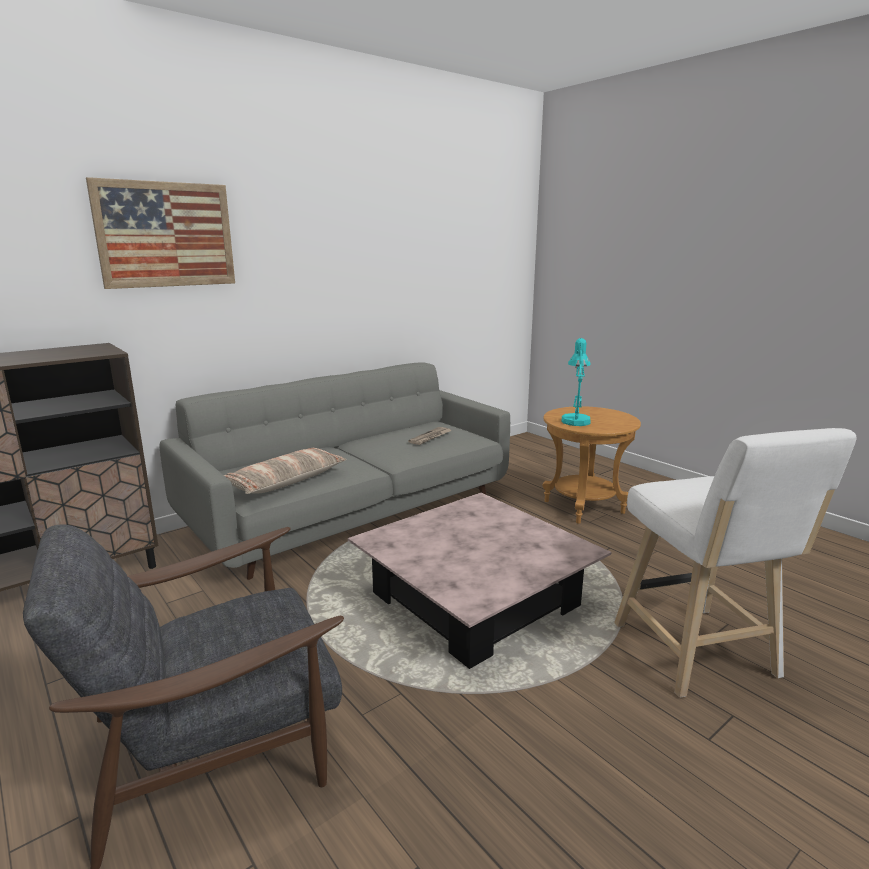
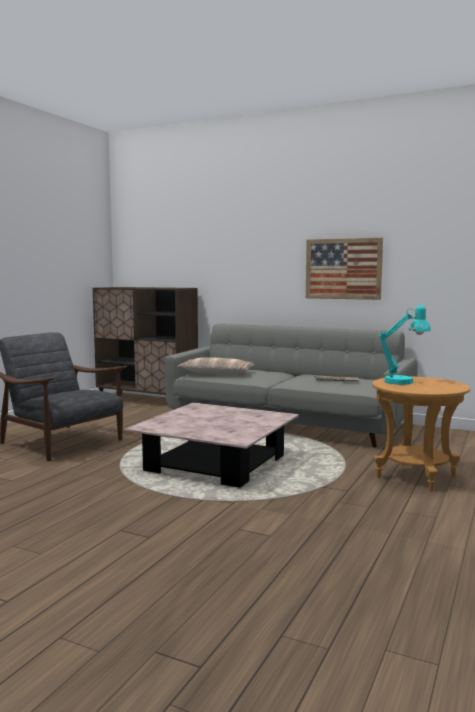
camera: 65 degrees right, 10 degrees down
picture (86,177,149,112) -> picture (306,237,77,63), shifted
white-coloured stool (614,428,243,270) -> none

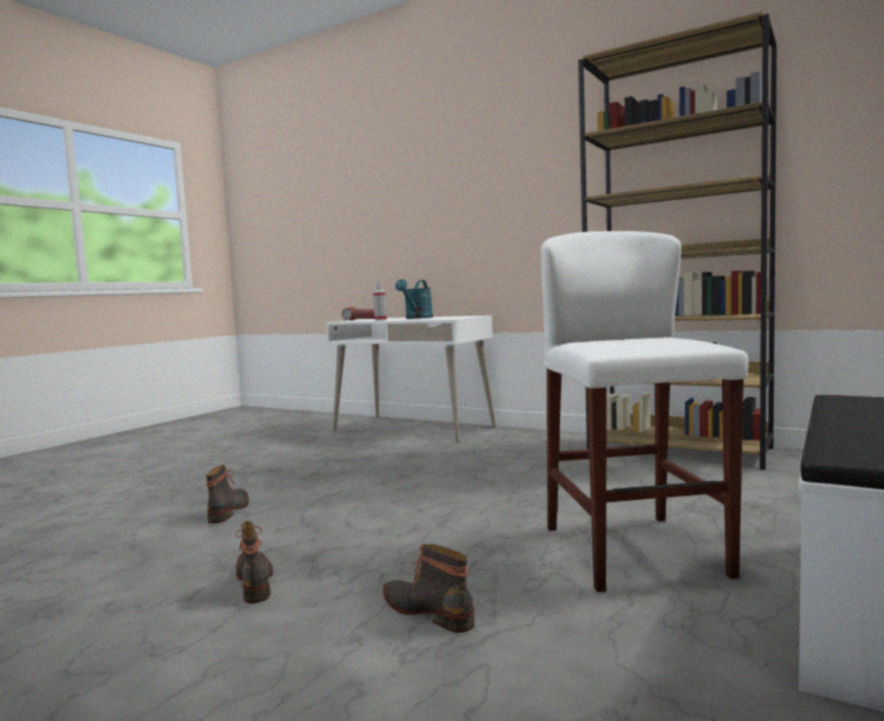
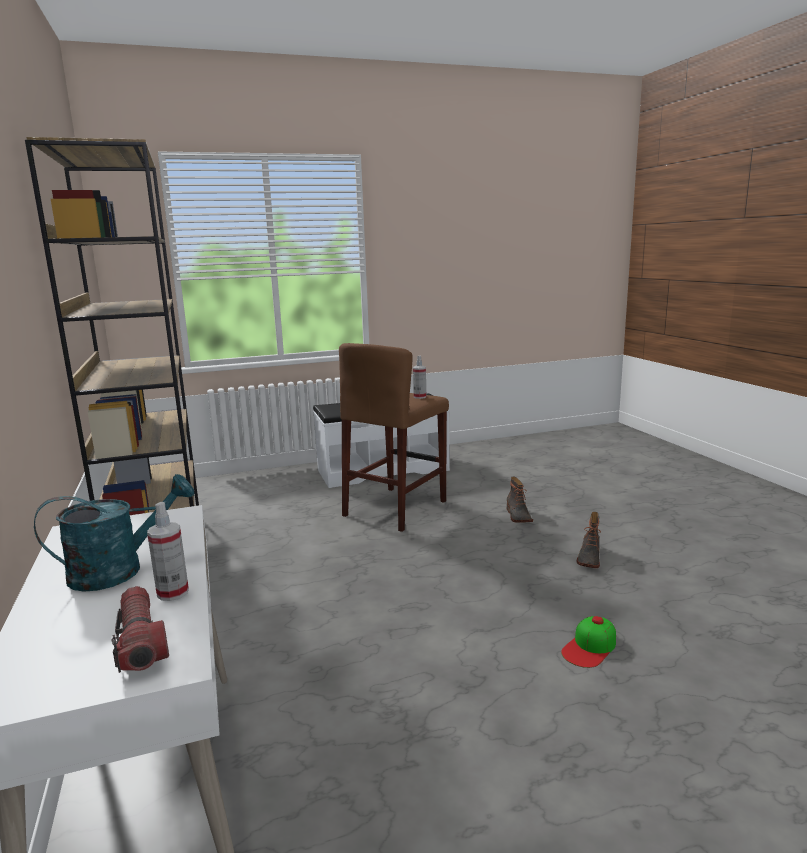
camera: 140 degrees left, 10 degrees up
white-coloured stool (541,231,208,361) -> brownish stool (339,343,110,189)
high-top boot (206,465,43,58) -> cap (561,616,55,52)
none -> sprayer (413,355,13,44)

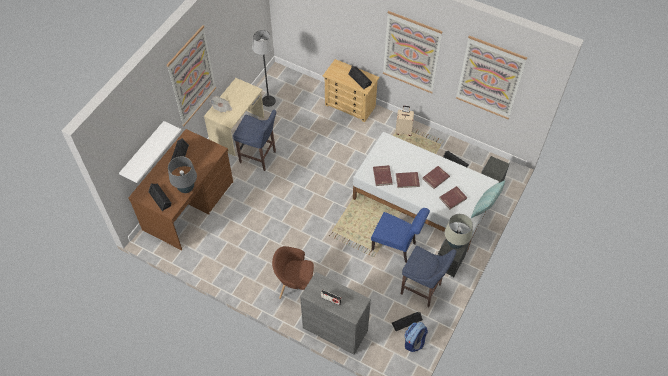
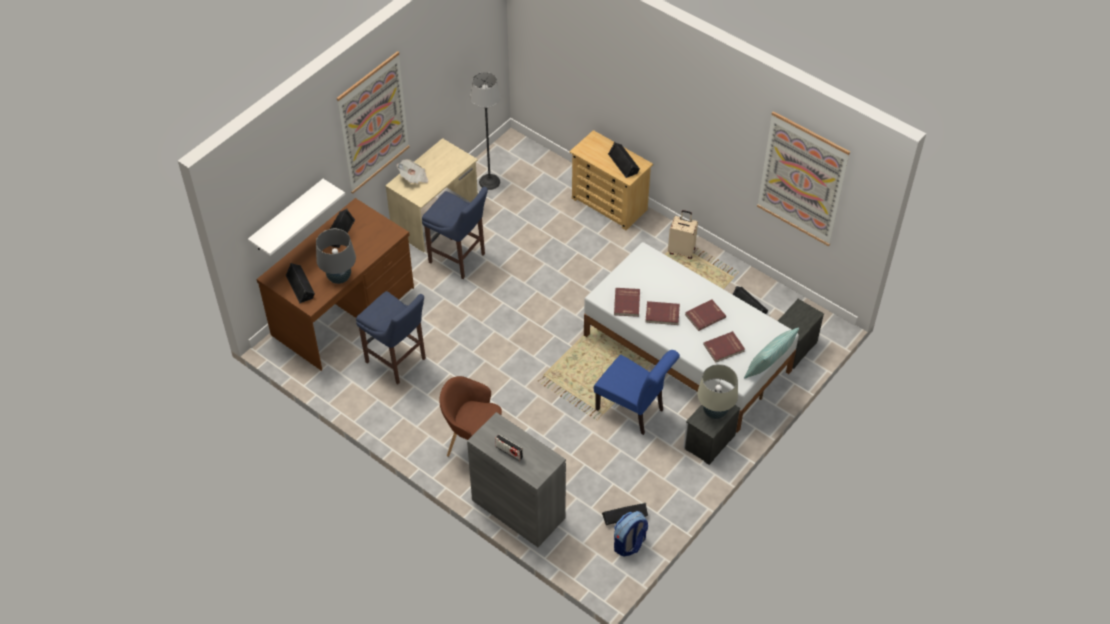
camera: 10 degrees right, 5 degrees down
picture (383,11,60,83) -> none
blue stool (401,246,56,61) -> blue stool (356,291,70,93), shifted

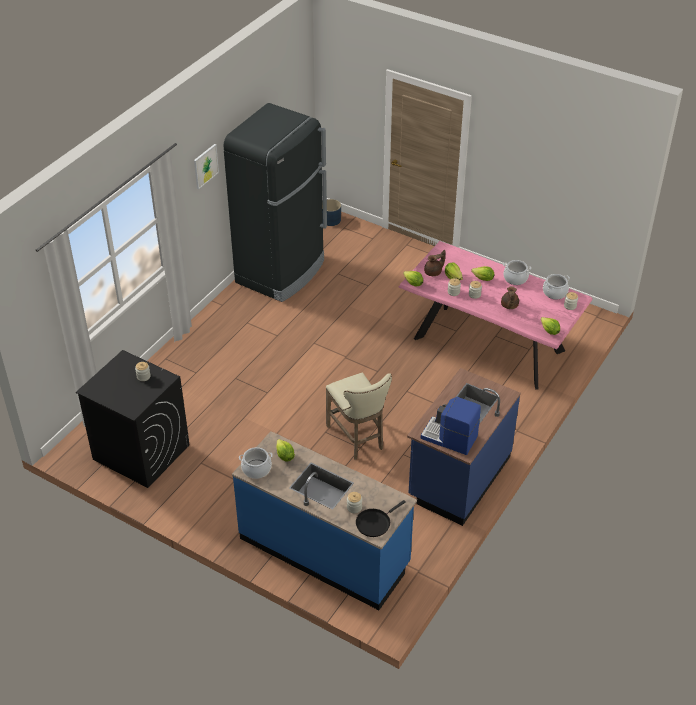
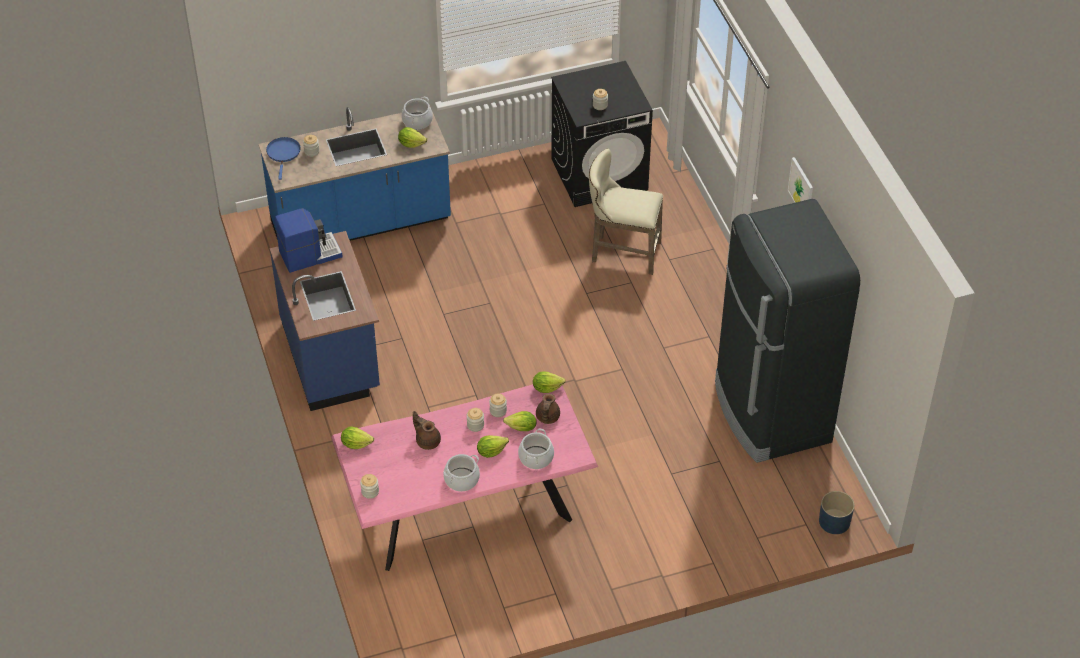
camera: 130 degrees right, 5 degrees up
cooking pot (543,274,27,26) -> cooking pot (518,429,36,40), shifted
beige stool (326,373,66,87) -> beige stool (589,148,74,127), shifted
blackish skillet (356,500,50,37) -> blue skillet (266,137,35,43)

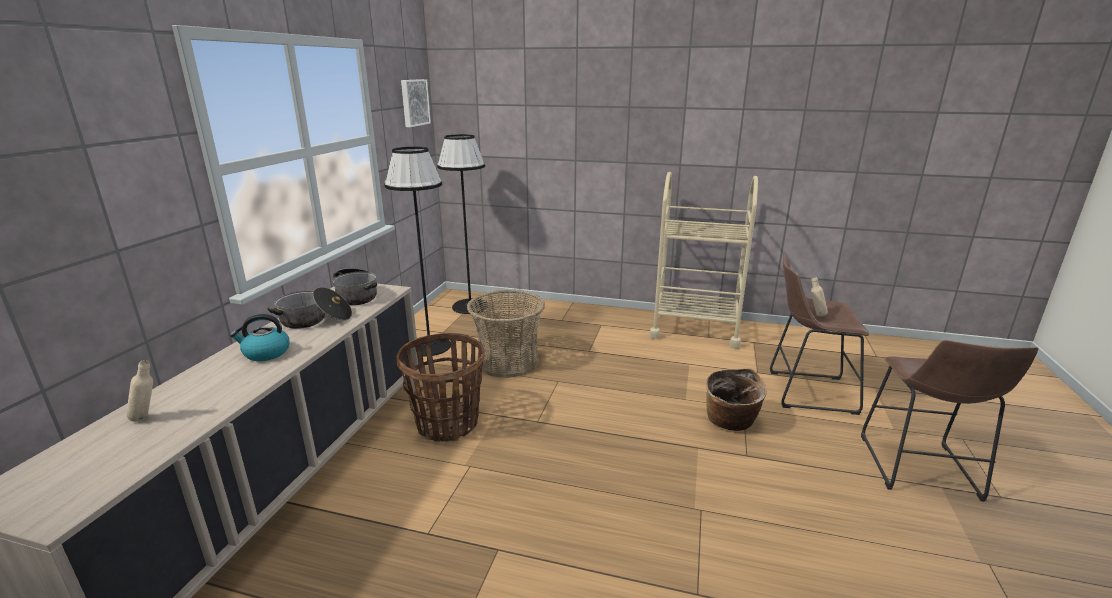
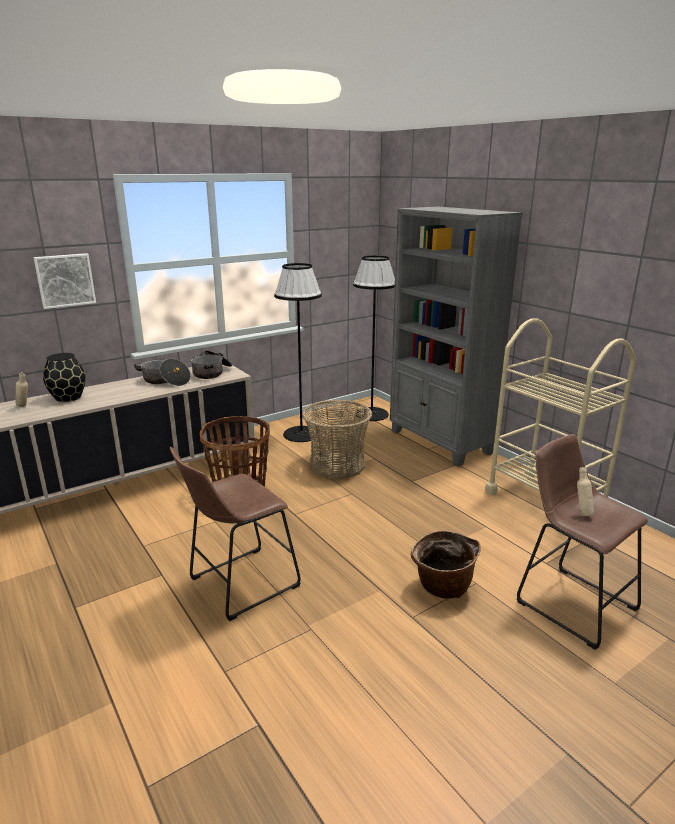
camera: 40 degrees right, 0 degrees up
picture (401,79,30,48) -> picture (33,253,63,56), shifted
tea kettle (230,314,59,47) -> none
brownish stool (861,340,177,162) -> brownish stool (170,447,131,174), shifted
none -> grey bookshelf (390,207,132,260)
none -> blackish vase (43,353,43,49)

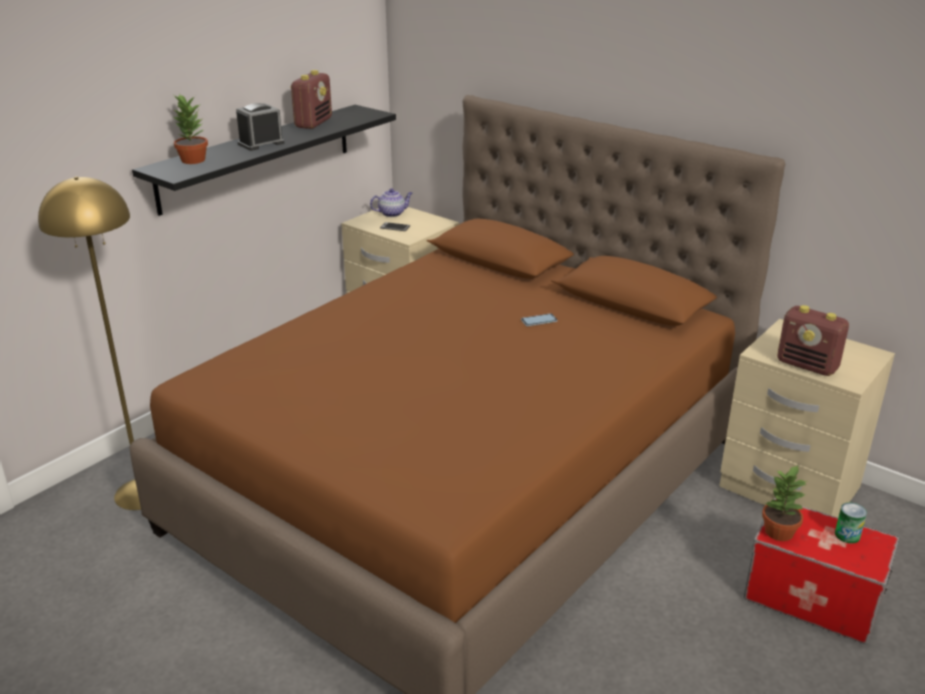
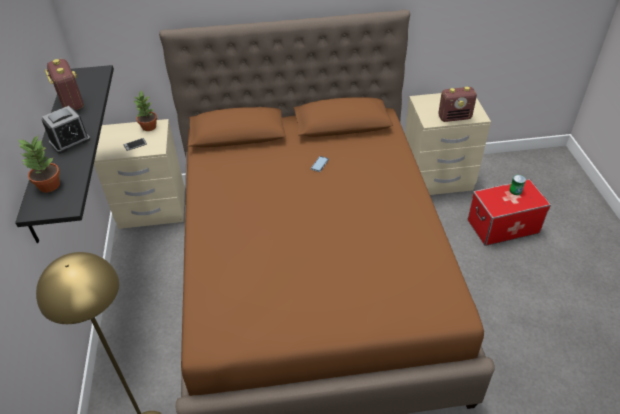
camera: 45 degrees left, 15 degrees up
alarm clock (236,103,48,48) -> alarm clock (42,106,49,48), 135 degrees counterclockwise
tea pot (370,189,42,28) -> none
potted plant (762,465,45,76) -> potted plant (134,90,23,41), shifted

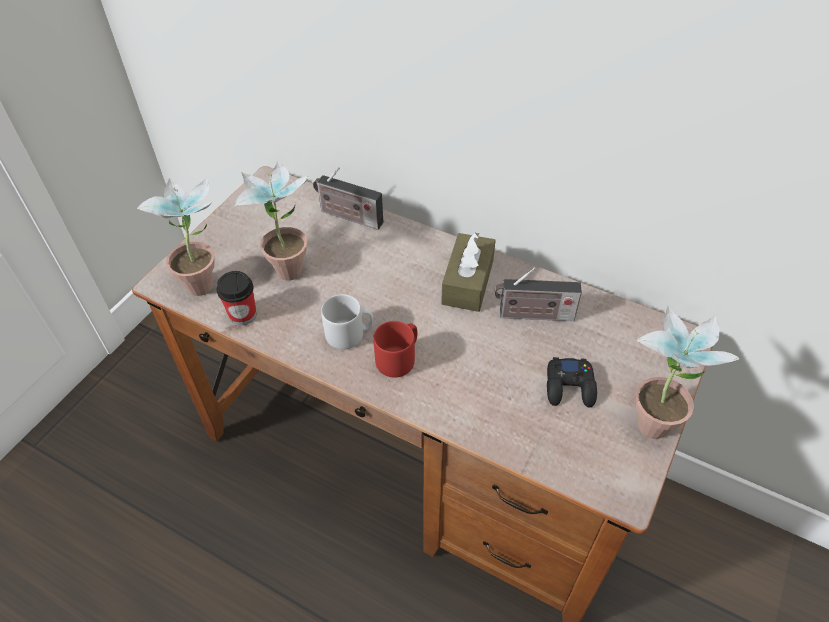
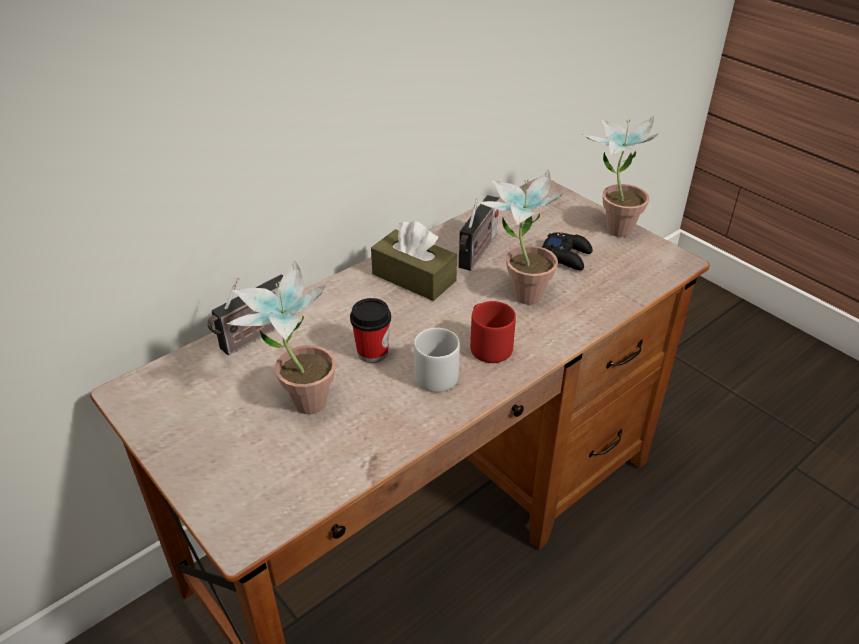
camera: 70 degrees left, 10 degrees down
potted plant (137,178,78,118) -> potted plant (477,170,88,135), shifted
small cup (217,271,39,54) -> small cup (350,298,41,65), shifted

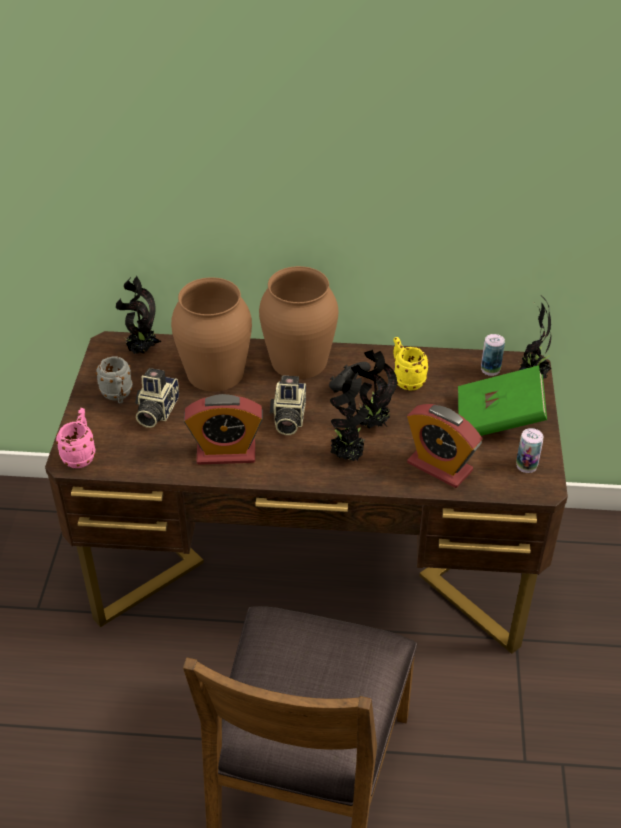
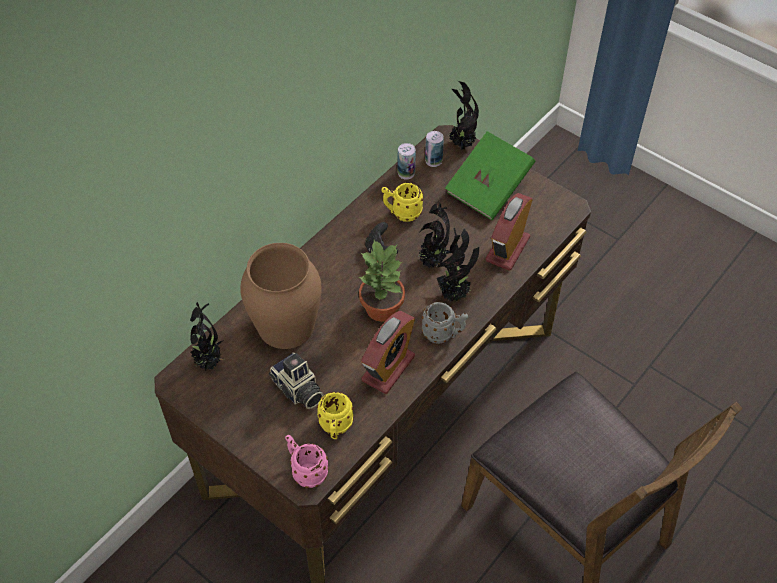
camera: 55 degrees left, 10 degrees up
brownish vase (259,266,79,113) -> none
grey tea mug (96,356,37,47) -> grey tea mug (422,302,46,42), shifted
photo camera (270,375,36,60) -> potted plant (359,240,46,82)
alarm clock (407,404,75,84) -> alarm clock (485,193,48,78), 135 degrees clockwise
sealed can (516,428,27,45) -> sealed can (397,143,19,37), shifted
none -> yellowish tea mug (317,392,37,47)

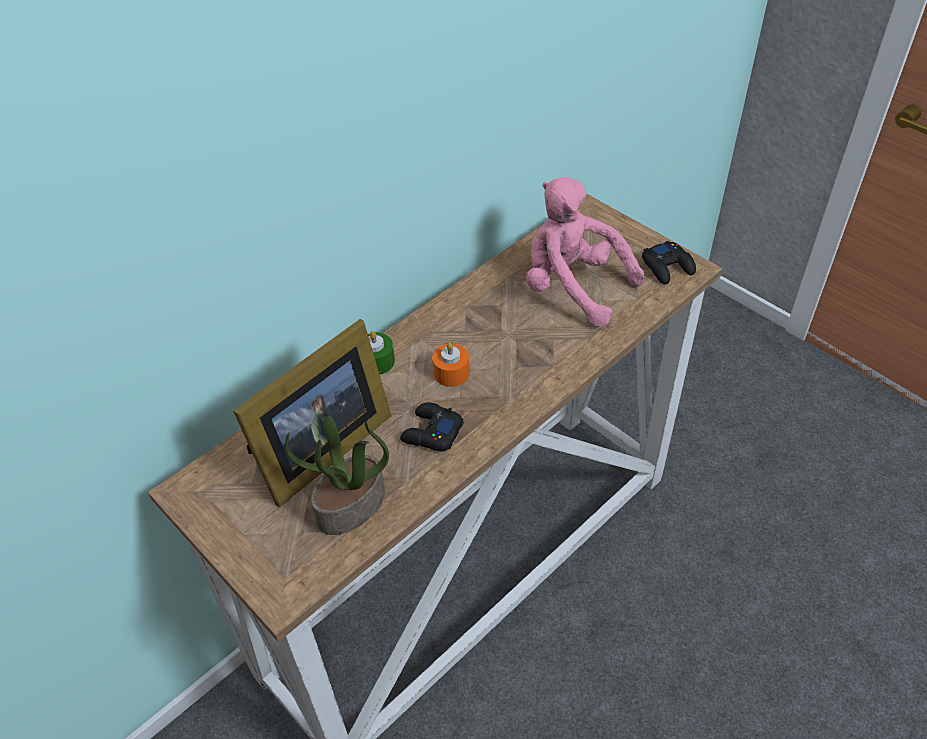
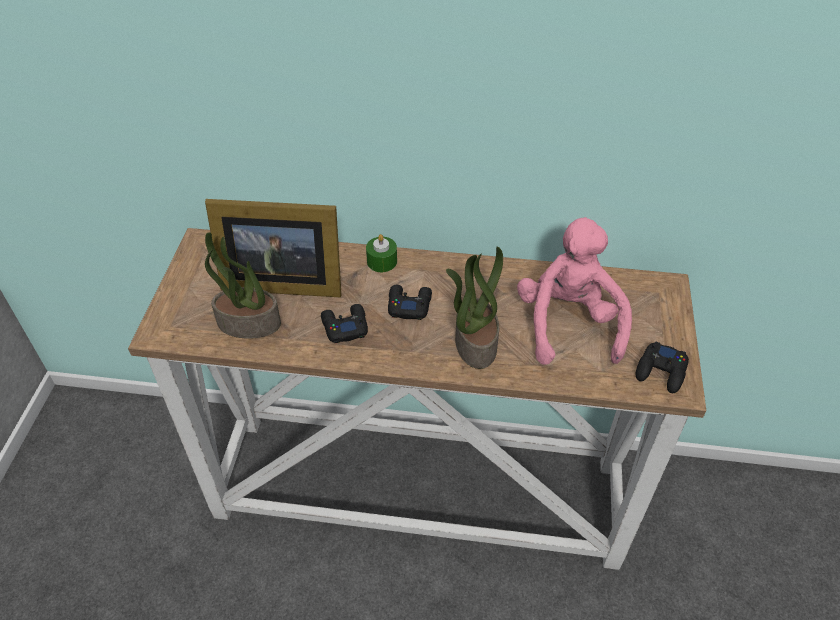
camera: 50 degrees right, 0 degrees up
orangey wax light (432,343,38,44) -> blackish game controller (388,285,44,35)
none -> potted plant (446,247,57,122)

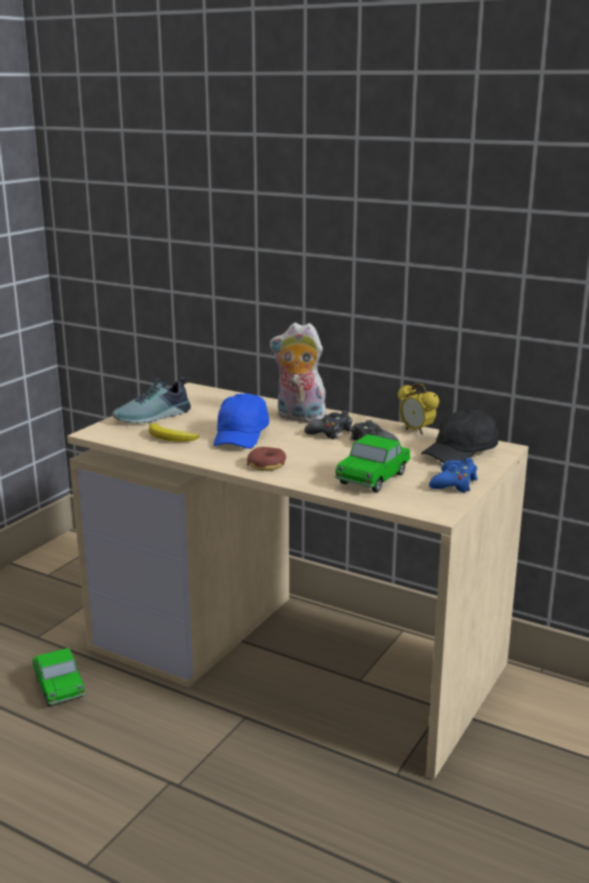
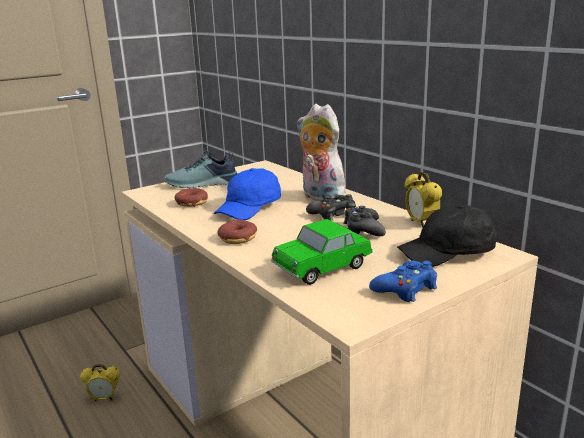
camera: 25 degrees right, 0 degrees up
banana fruit (149,423,51,19) -> ring doughnut (175,188,33,19)
miniature car (33,648,52,58) -> alarm clock (80,364,40,37)

